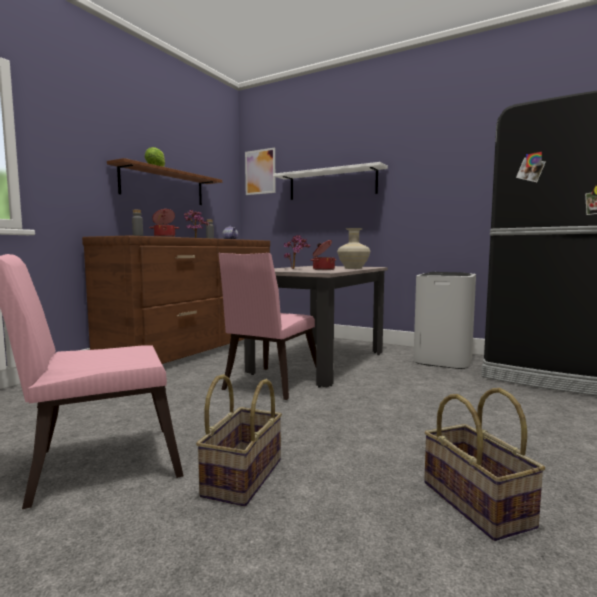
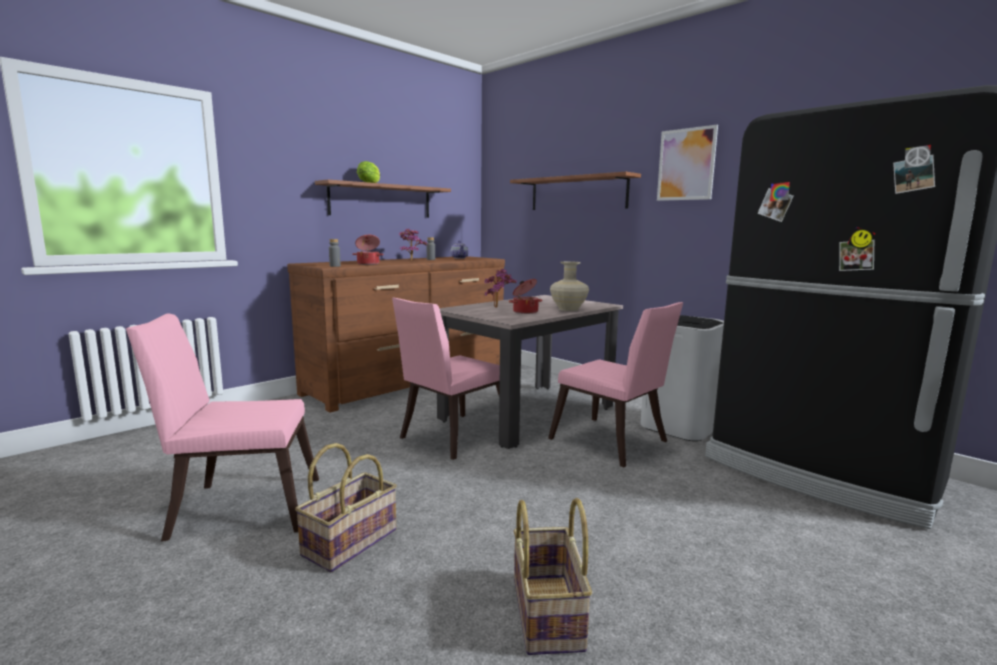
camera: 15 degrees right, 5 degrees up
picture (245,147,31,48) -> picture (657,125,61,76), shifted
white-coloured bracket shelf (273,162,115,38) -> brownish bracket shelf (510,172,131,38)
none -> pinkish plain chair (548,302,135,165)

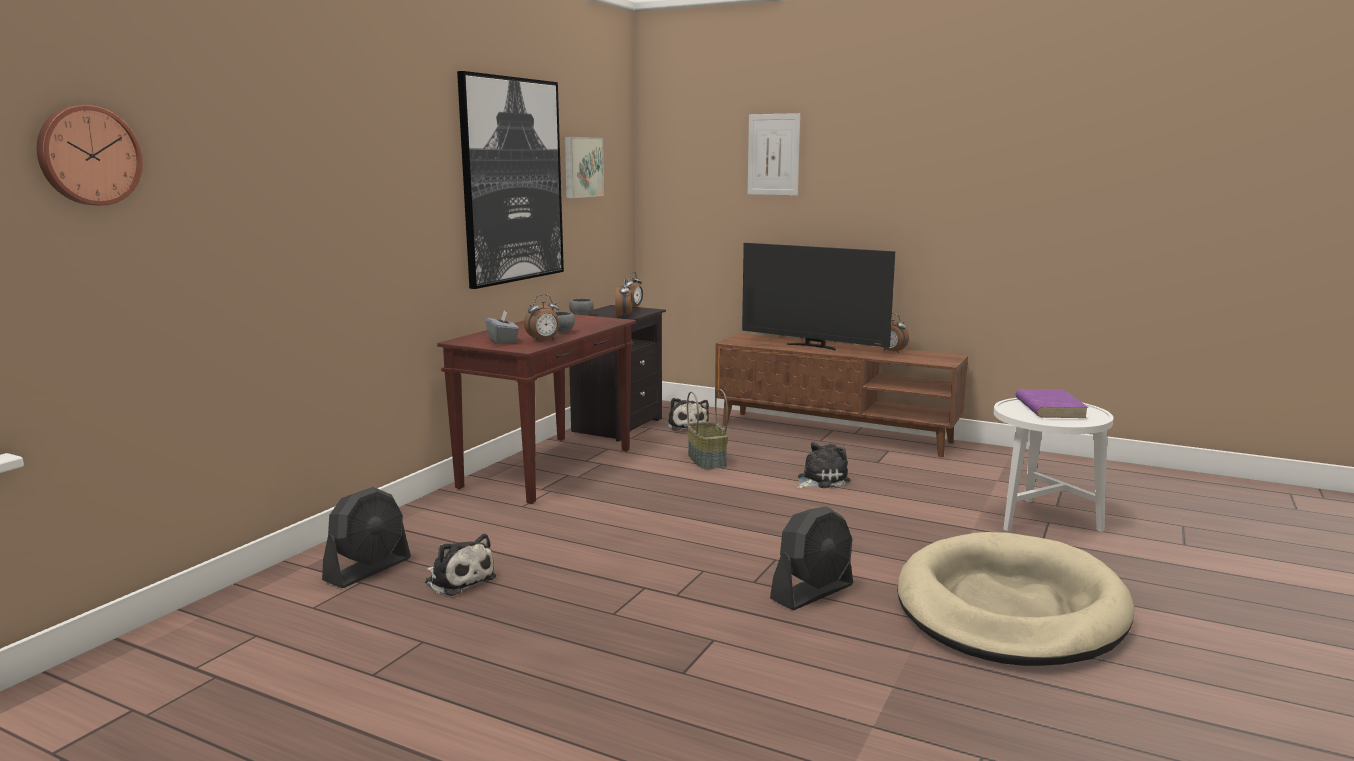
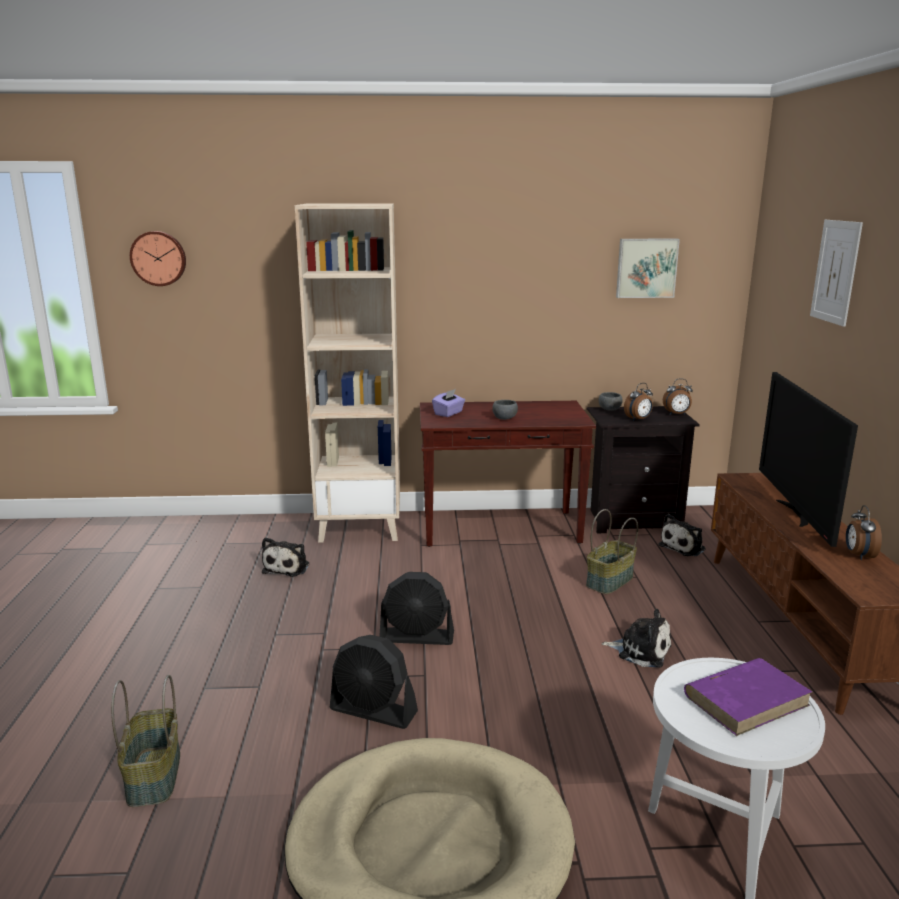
camera: 60 degrees right, 5 degrees up
picture (457,71,107,218) -> none
alarm clock (524,294,36,48) -> none
grey box of tissues (486,311,33,33) -> purple box of tissues (432,389,33,28)
blackish cooling fan (322,487,89,101) -> blackish cooling fan (379,572,75,73), shifted
none -> beige bookshelf (295,204,105,339)
none -> storage basket (111,675,69,132)

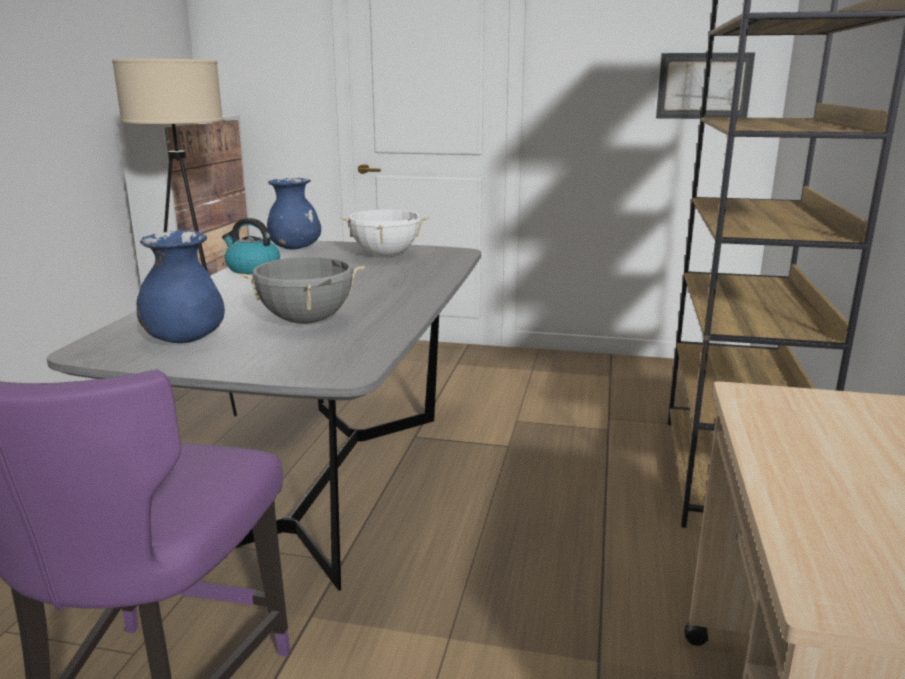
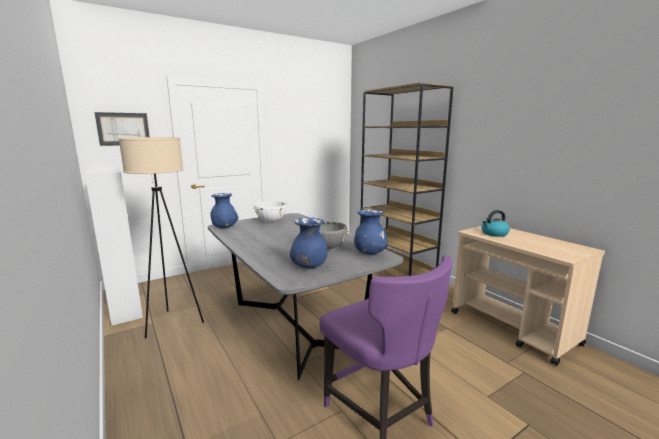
camera: 45 degrees left, 5 degrees down
picture (656,53,99,66) -> picture (95,112,55,34), shifted
tea kettle (222,218,58,56) -> tea kettle (481,210,29,27), shifted
none -> blue vase (354,209,34,46)

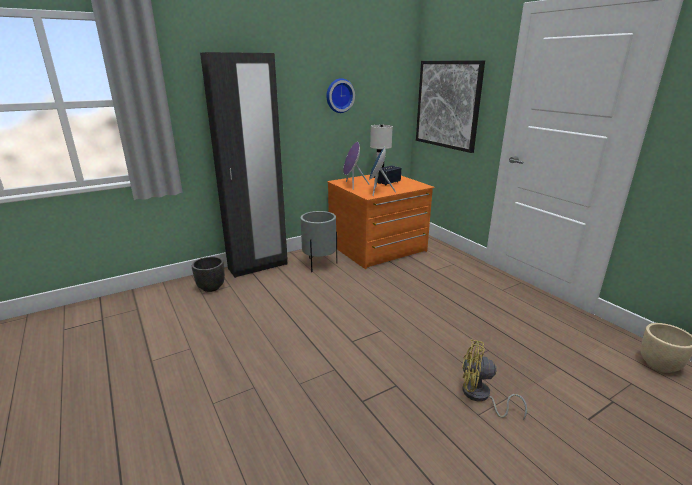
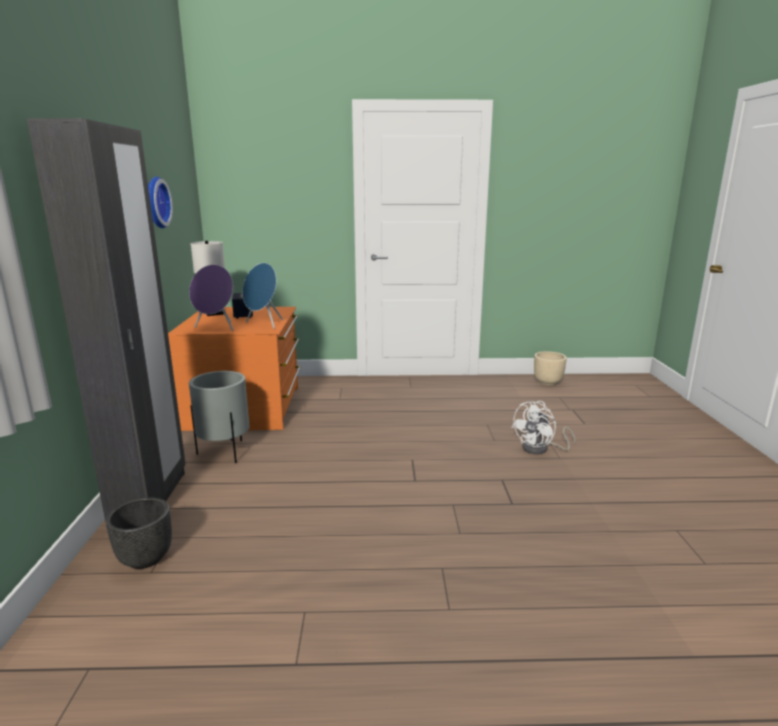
camera: 60 degrees left, 5 degrees down
picture (416,60,69,93) -> none
yellowish cooling fan (462,339,65,81) -> white-coloured cooling fan (511,401,65,53)

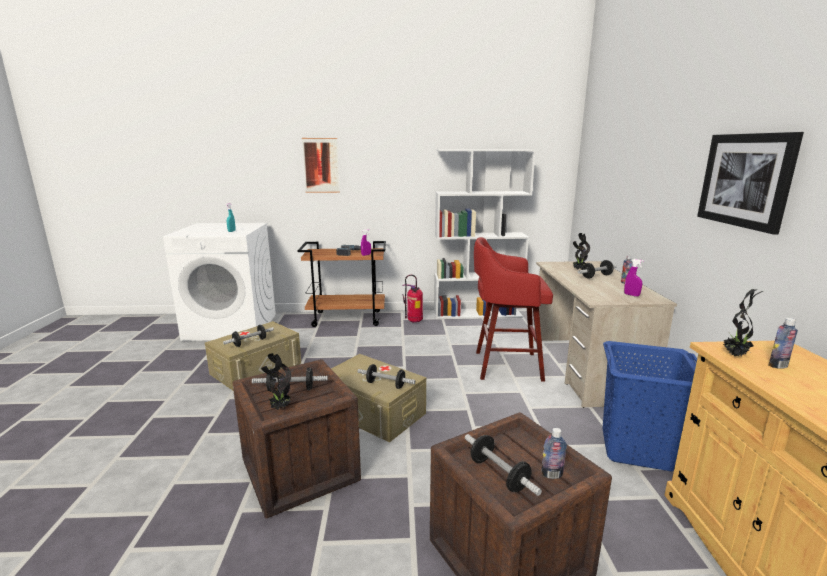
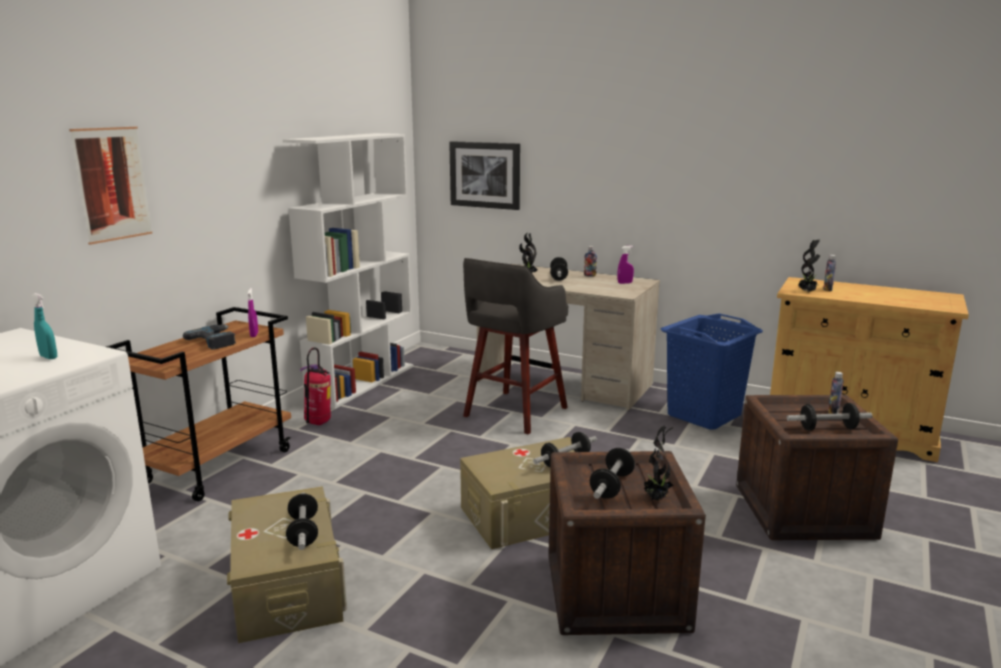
camera: 60 degrees left, 0 degrees up
picture (697,132,107,103) -> picture (449,141,71,69), shifted
red-coloured stool (474,237,79,145) -> grey stool (463,258,105,176)

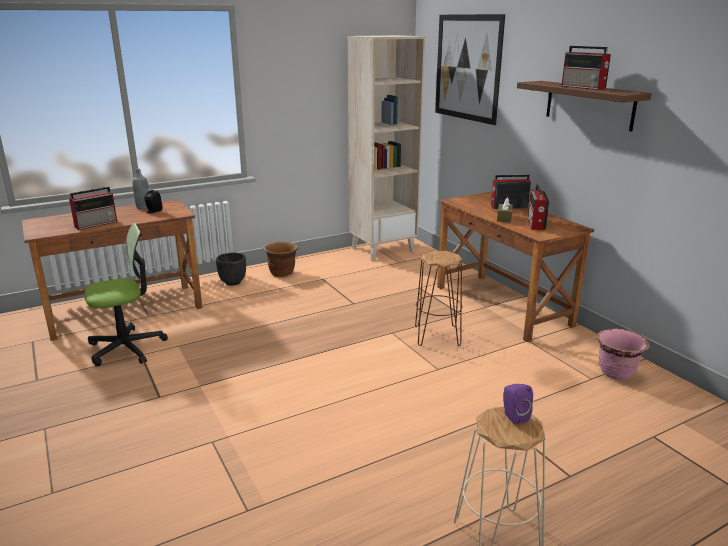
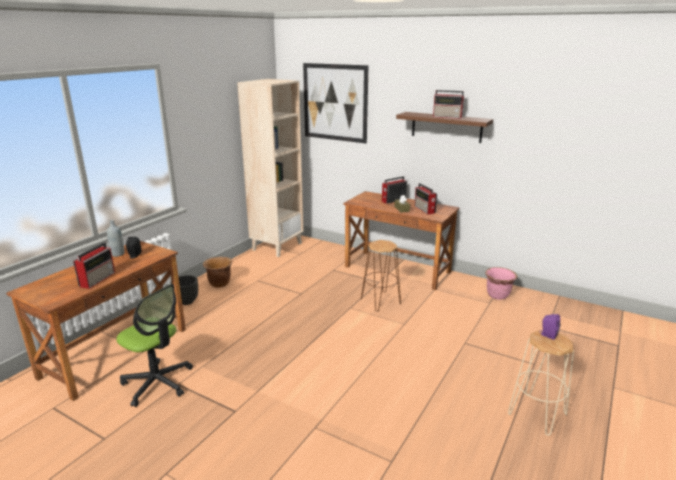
camera: 30 degrees left, 0 degrees up
computer chair (84,223,84,143) -> computer chair (117,284,76,123), 90 degrees clockwise

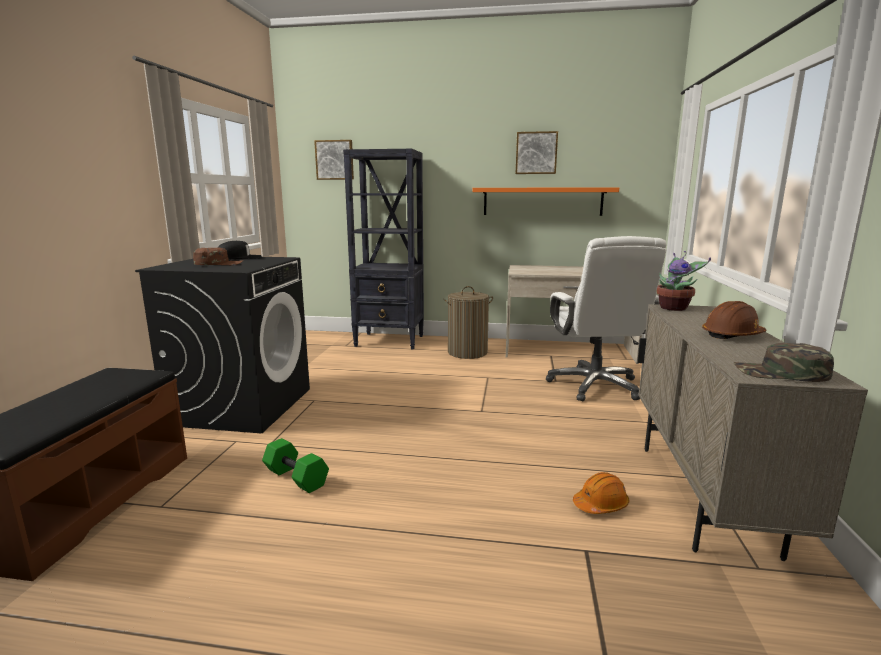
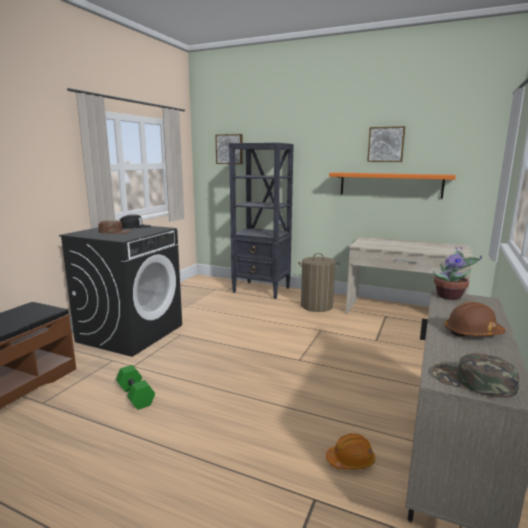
camera: 15 degrees right, 0 degrees up
white-coloured computer chair (546,236,120,165) -> none

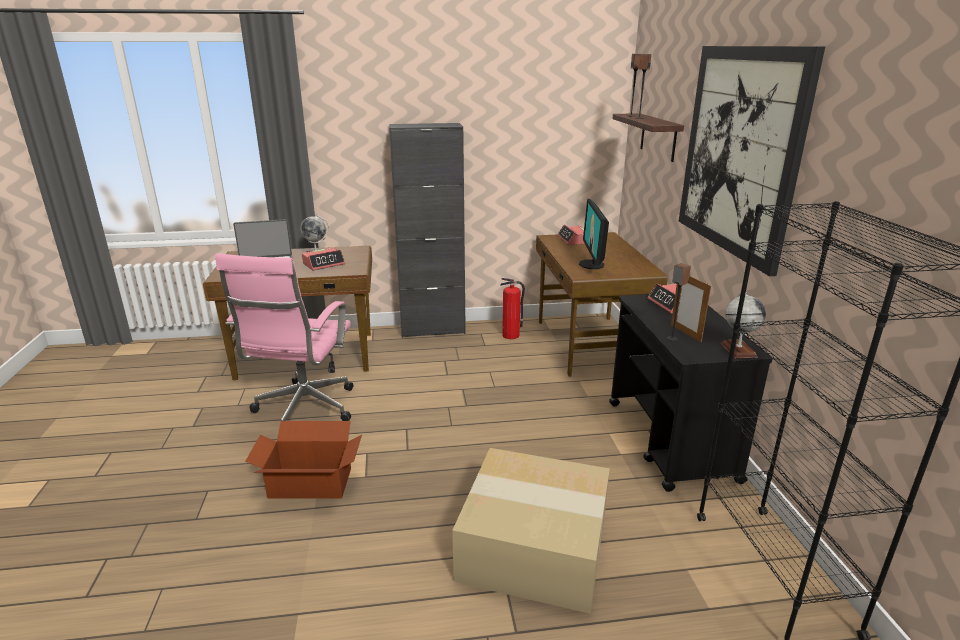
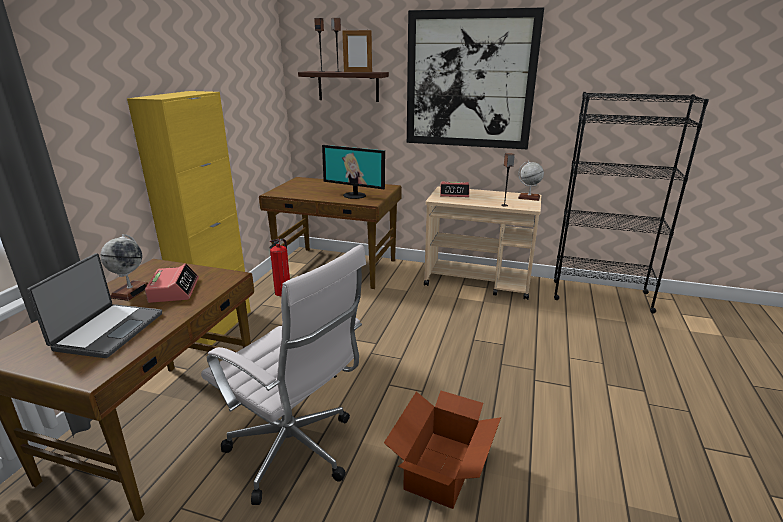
camera: 65 degrees left, 0 degrees up
blackish cabinet (389,123,77,215) -> yellowish cabinet (127,91,124,254)
alarm clock (557,225,28,20) -> none
pinkish computer chair (215,253,138,168) -> white-coloured computer chair (201,245,165,260)
standing frame (671,276,40,66) -> standing frame (342,29,30,43), shifted
blackish cart (609,294,164,198) -> beige cart (424,187,118,113)
cardboard box (452,448,158,166) -> none

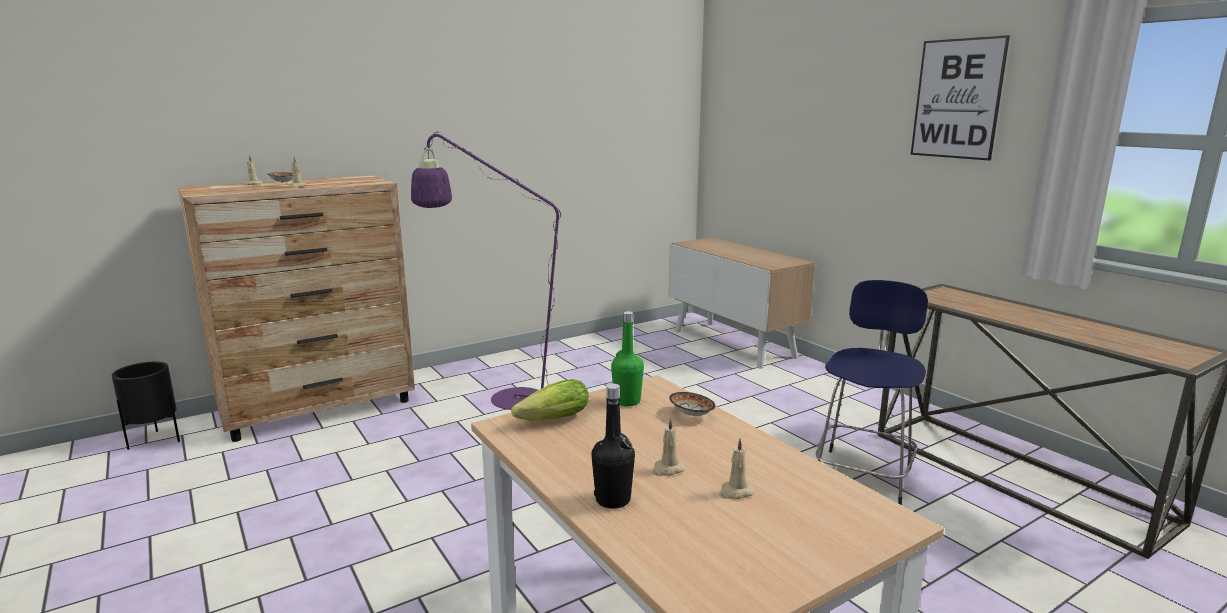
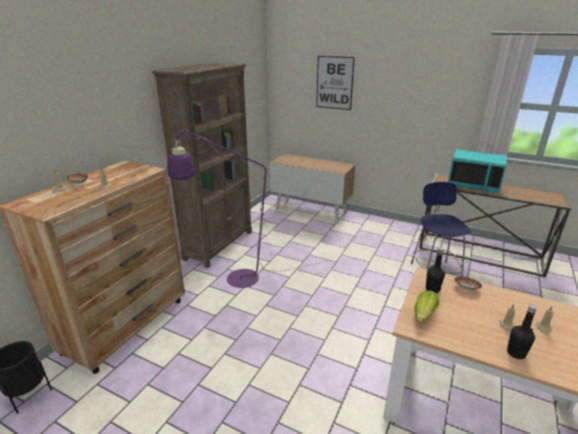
camera: 30 degrees left, 10 degrees up
picture (911,35,99,126) -> picture (316,56,39,54), shifted
green bottle (611,311,33,95) -> blackish bottle (426,247,19,46)
none -> brownish bookshelf (152,62,100,206)
none -> blue-green kitchen microwave (448,149,59,44)

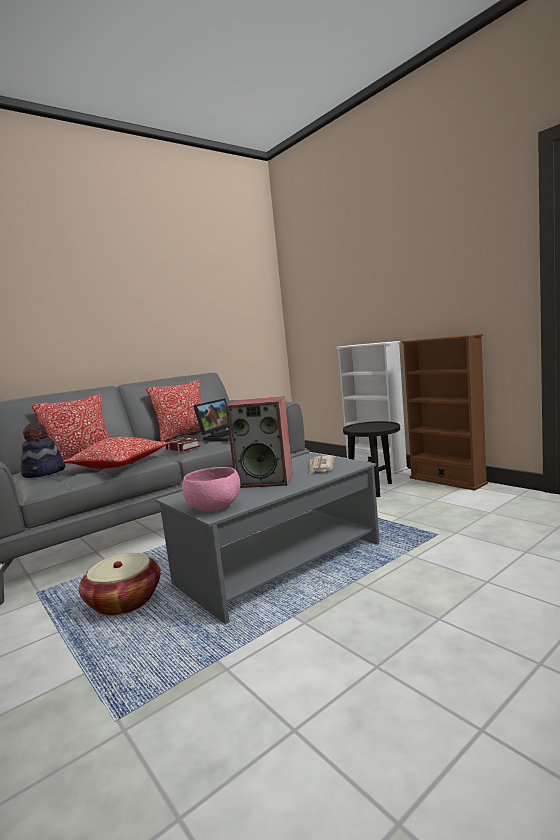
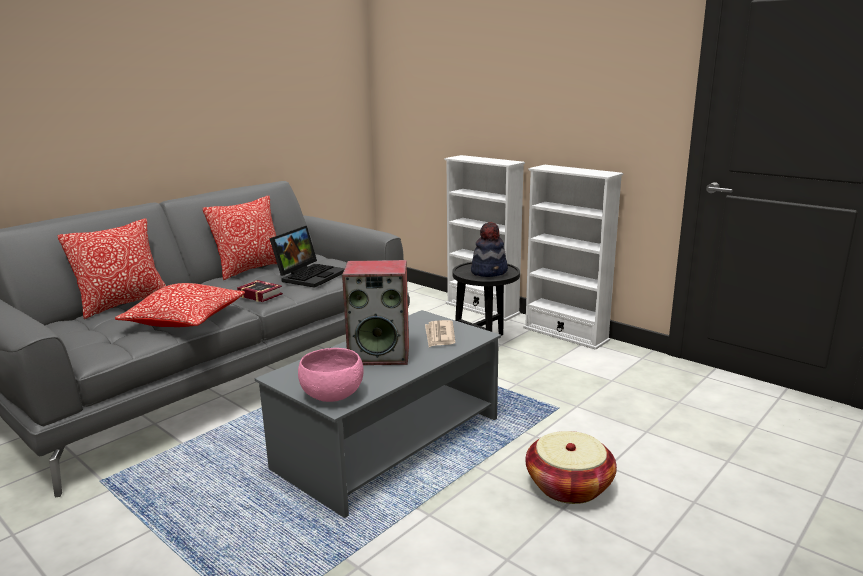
camera: 10 degrees left, 10 degrees up
brownish bookshelf (401,334,87,157) -> white-coloured bookshelf (523,165,100,185)
clothing hat (21,422,44,56) -> clothing hat (471,222,37,55), shifted
storage basket (79,553,82,63) -> storage basket (526,431,91,73), shifted

